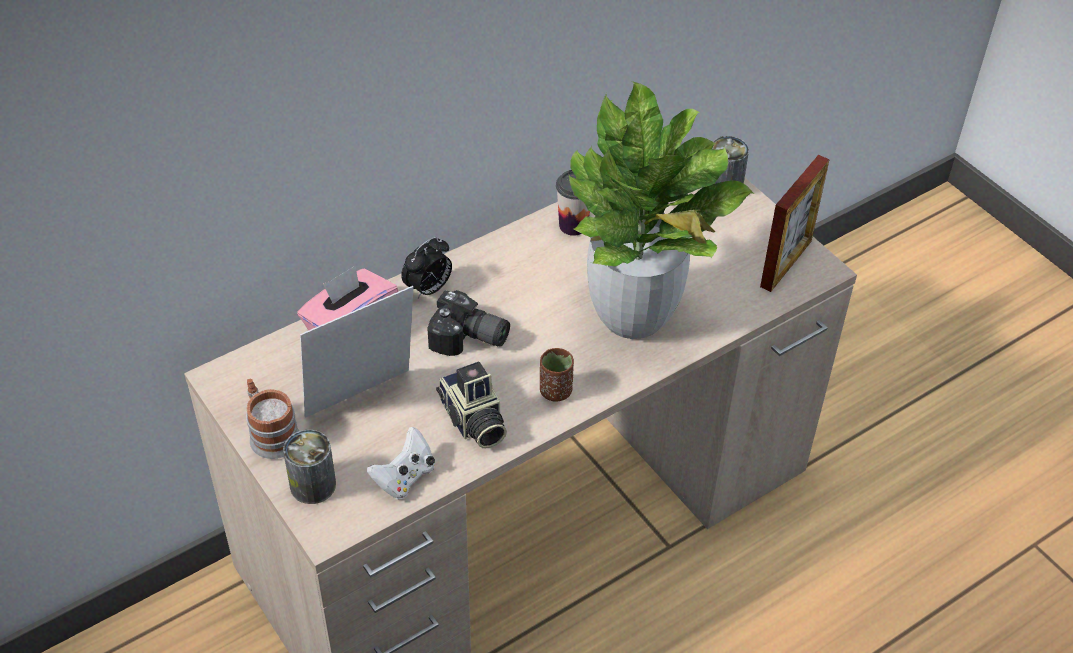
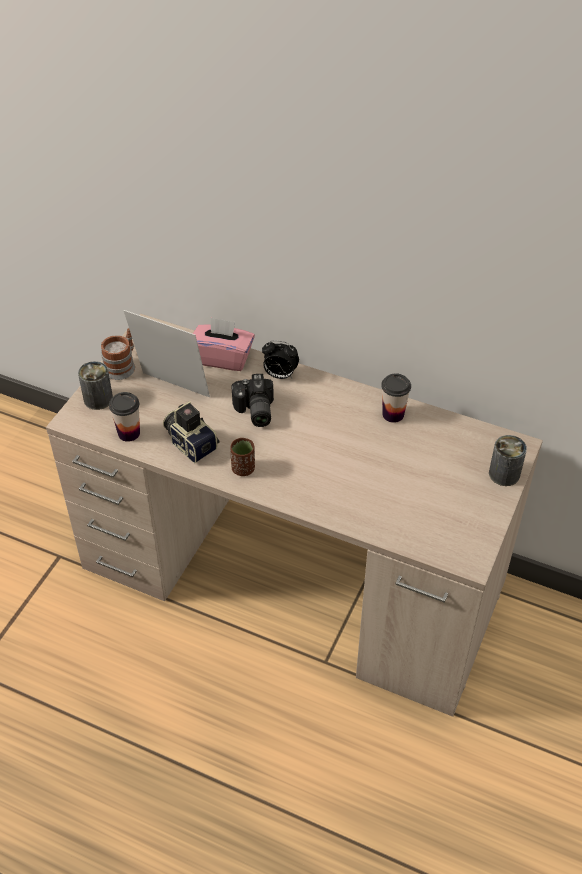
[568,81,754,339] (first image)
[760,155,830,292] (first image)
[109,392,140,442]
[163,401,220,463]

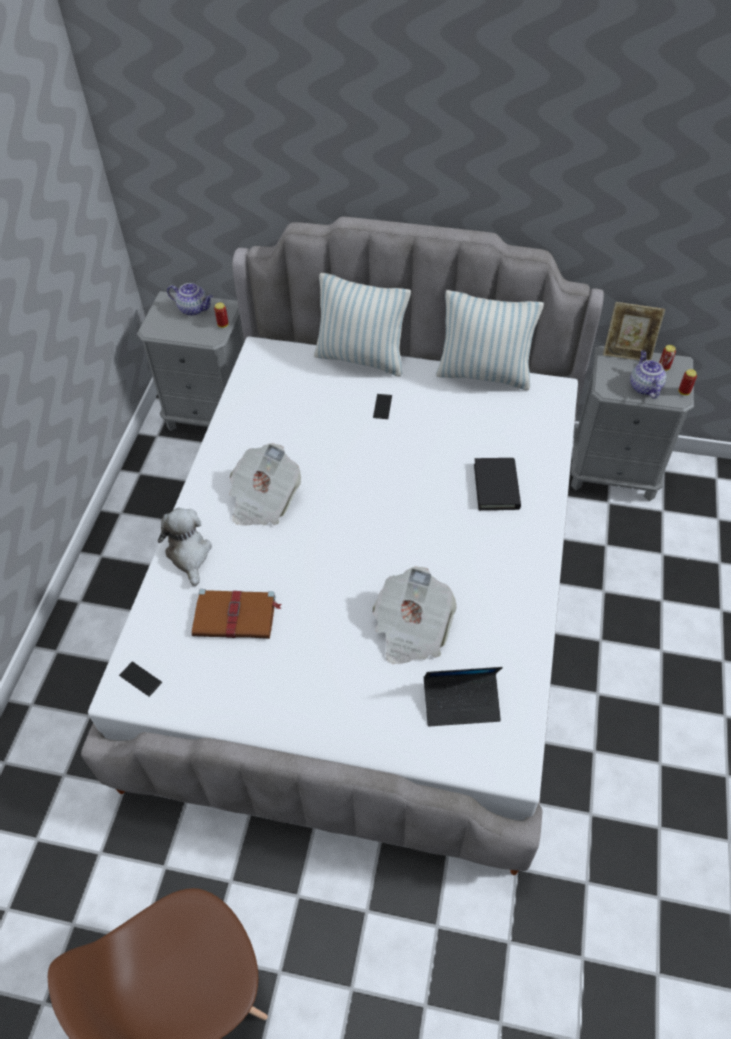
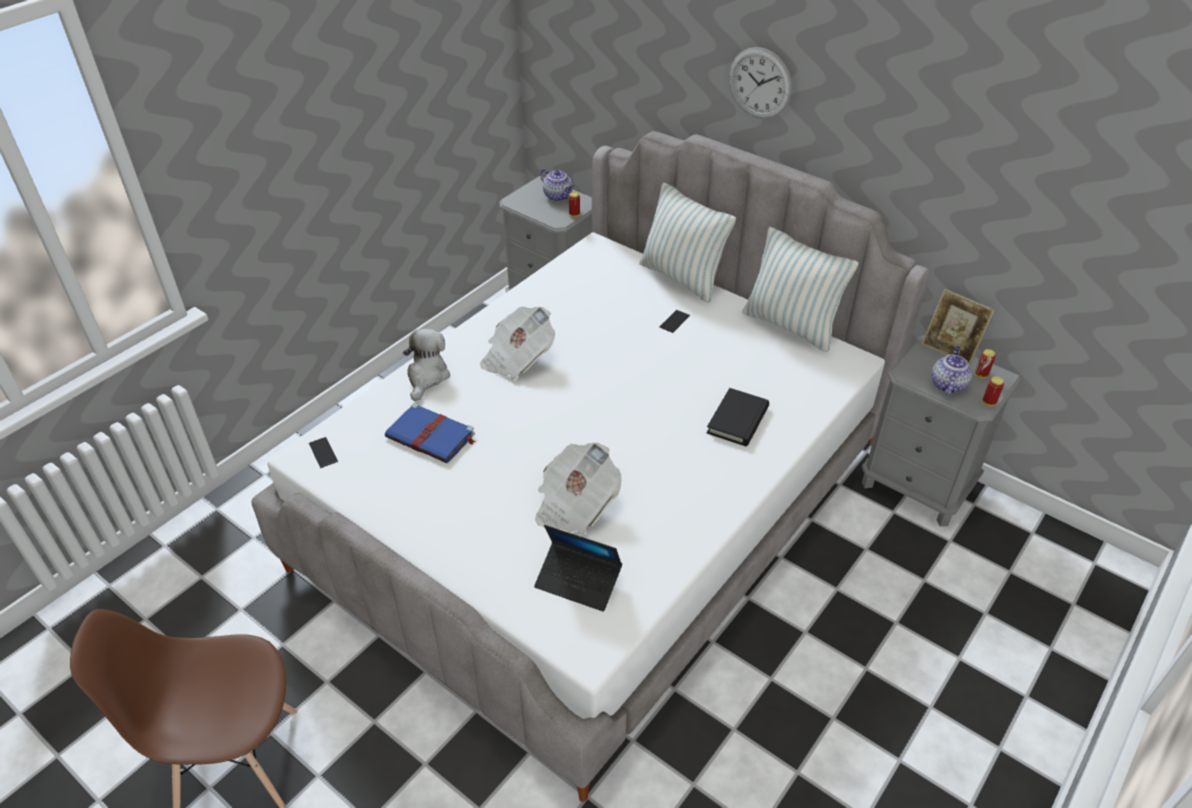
[729,47,792,119]
[385,403,476,463]

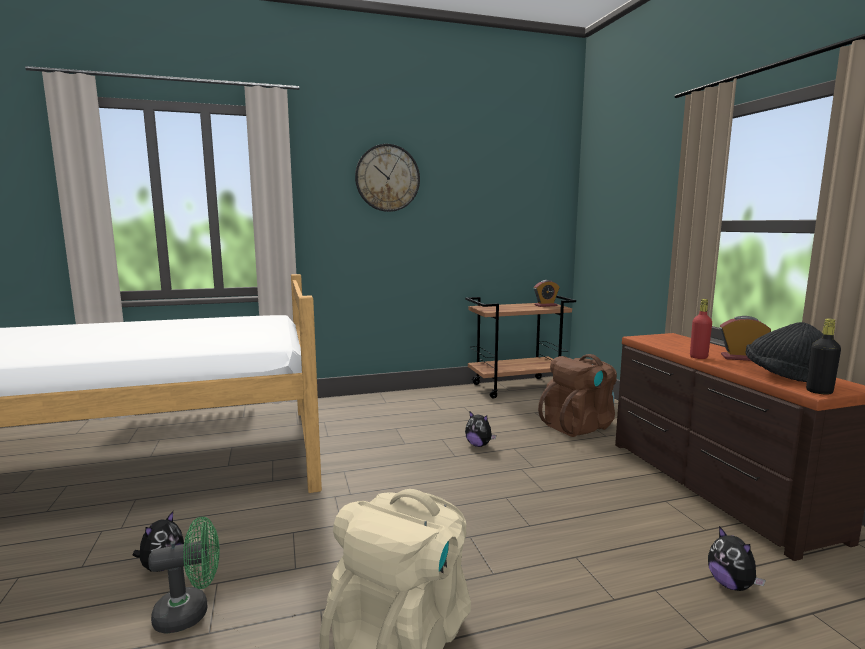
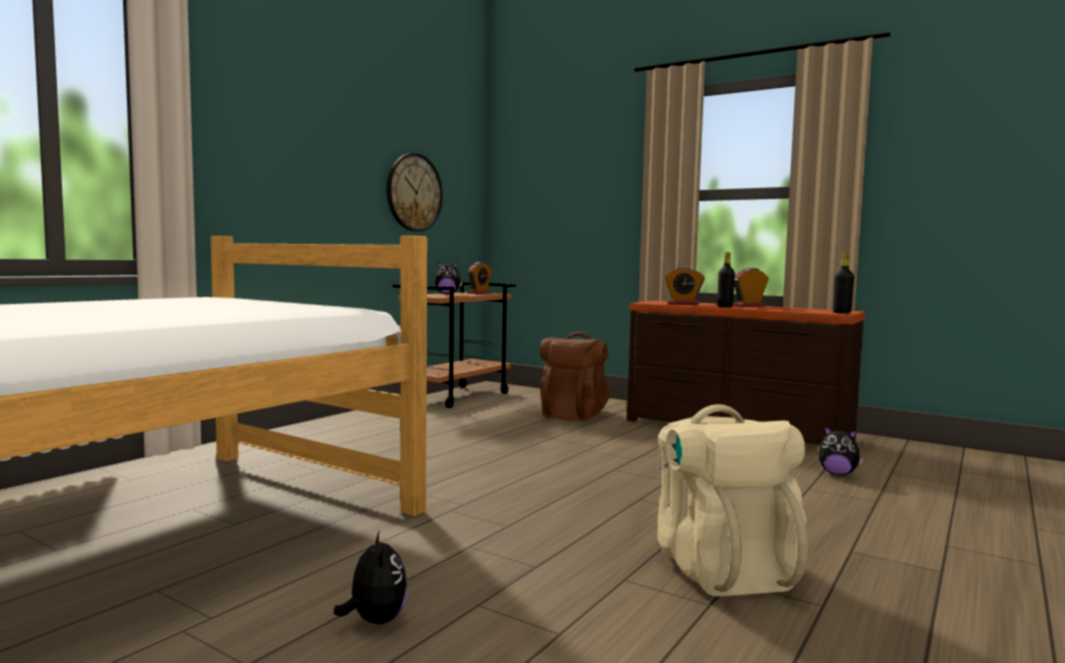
[149,517,220,634] (first image)
[746,322,822,382] (first image)
[665,266,705,305]
[387,153,443,231]
[434,262,463,295]
[717,252,735,308]

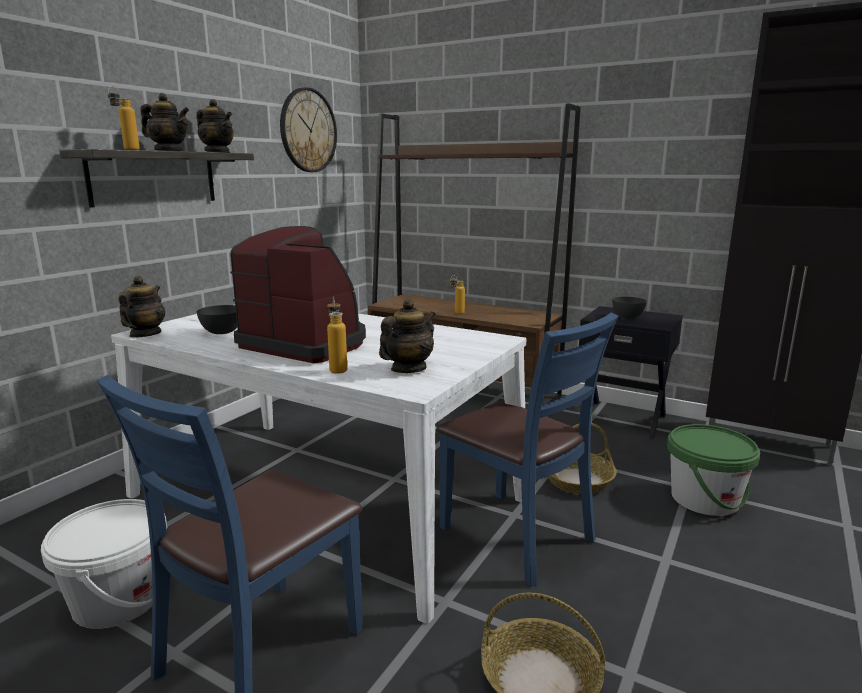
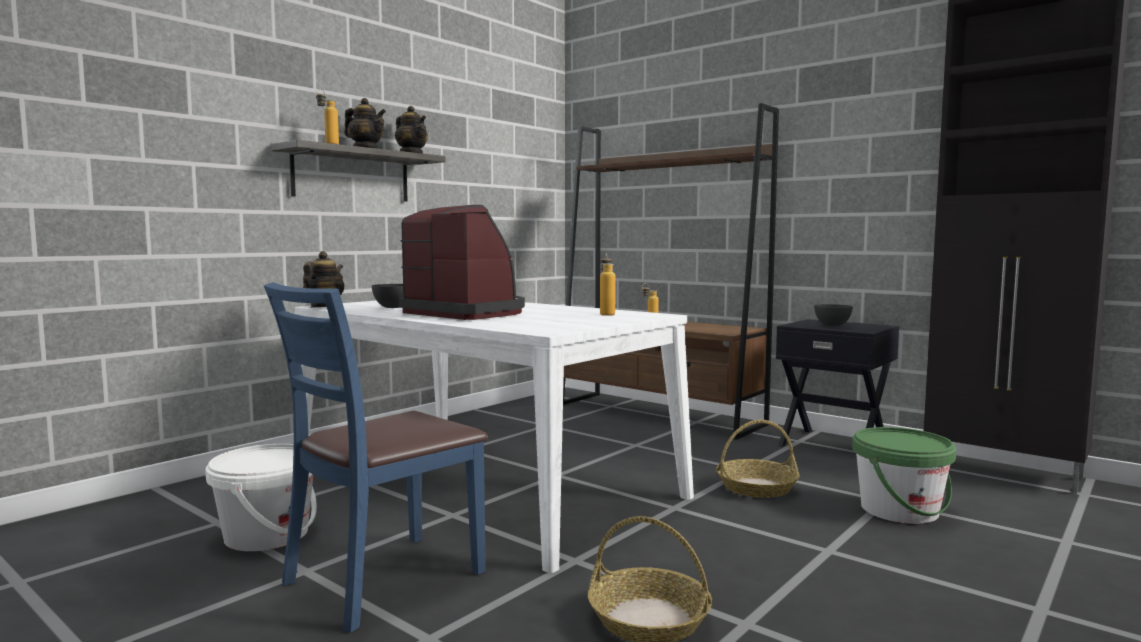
[280,87,337,172] (first image)
[379,299,436,373] (first image)
[437,313,618,587] (first image)
[600,252,616,316]

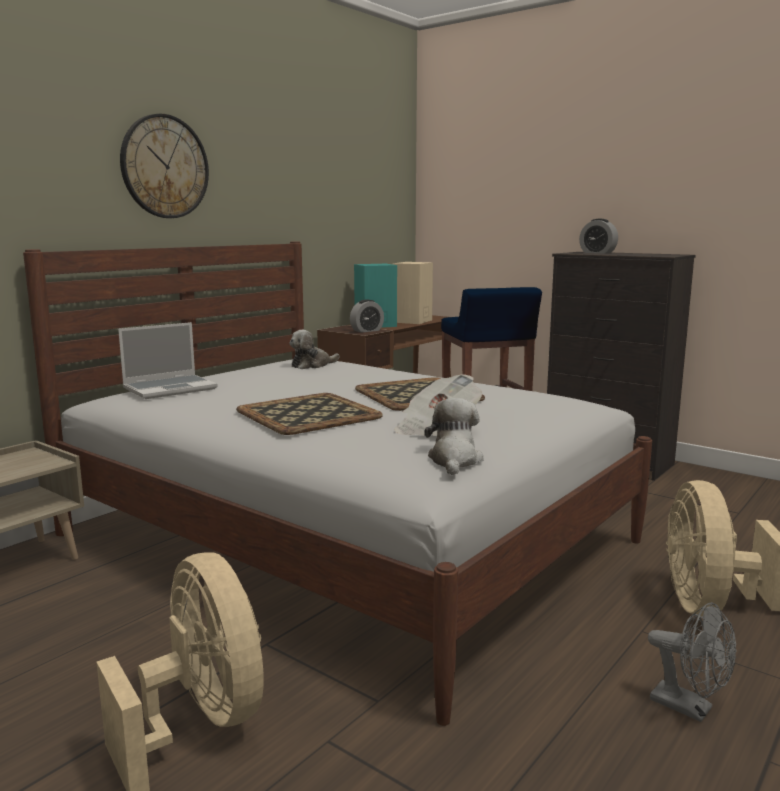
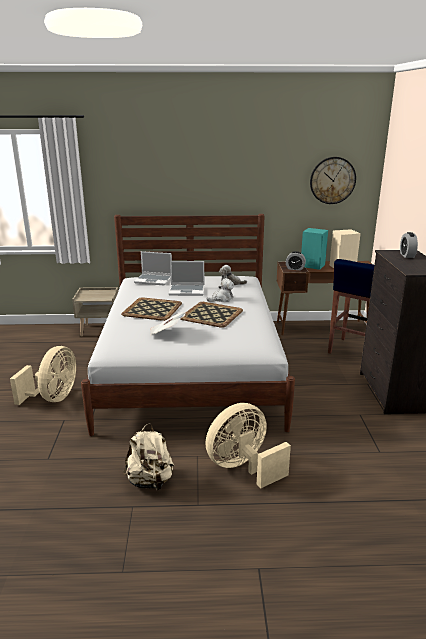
[168,261,204,296]
[310,157,356,204]
[207,278,234,302]
[122,423,174,490]

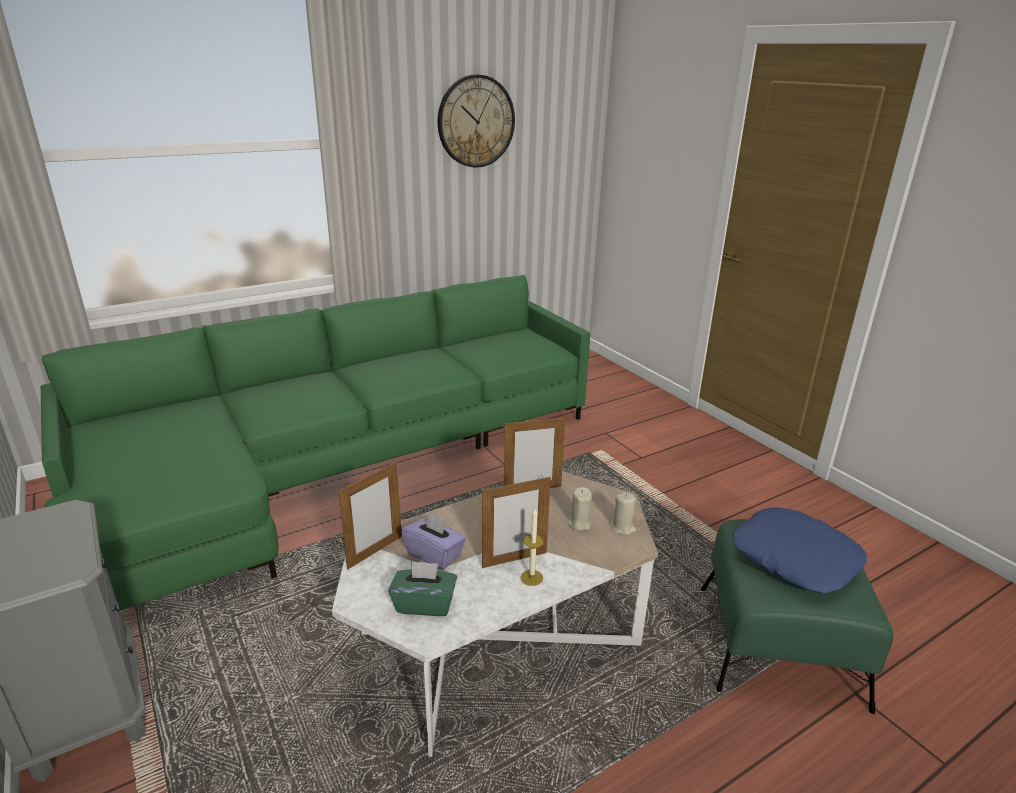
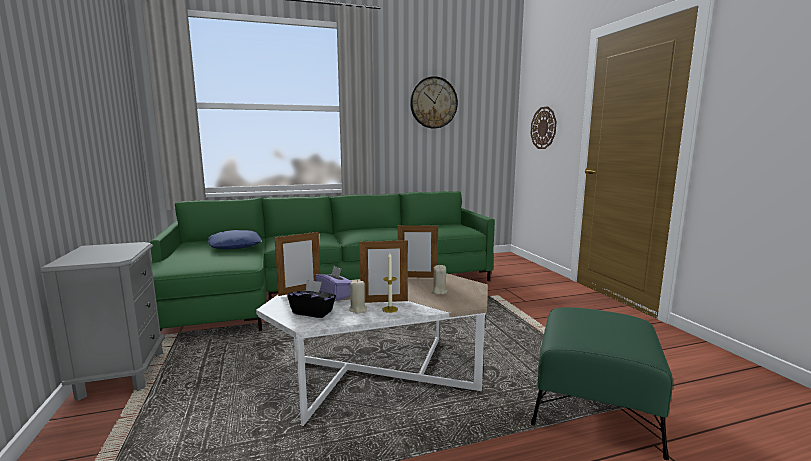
[531,106,557,149]
[349,279,367,314]
[208,230,261,249]
[287,280,336,318]

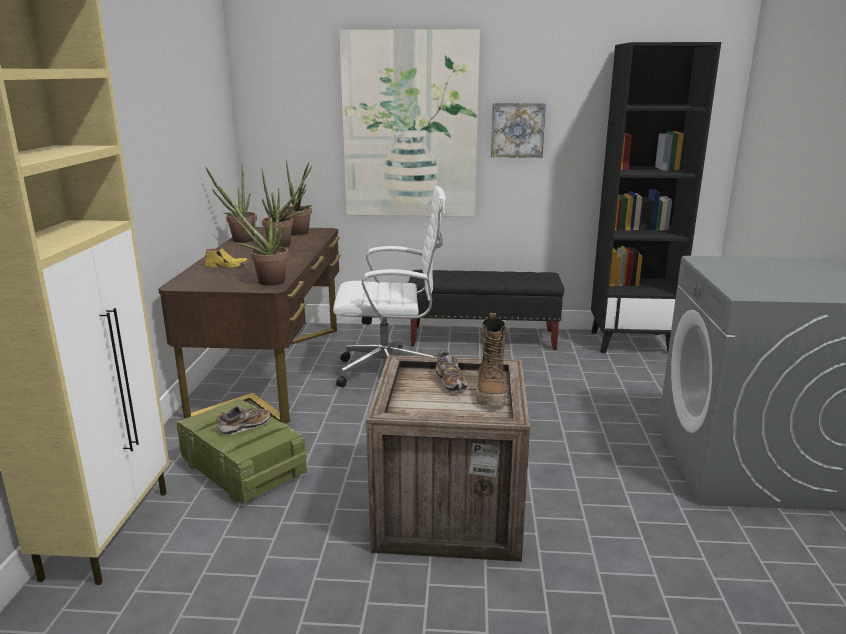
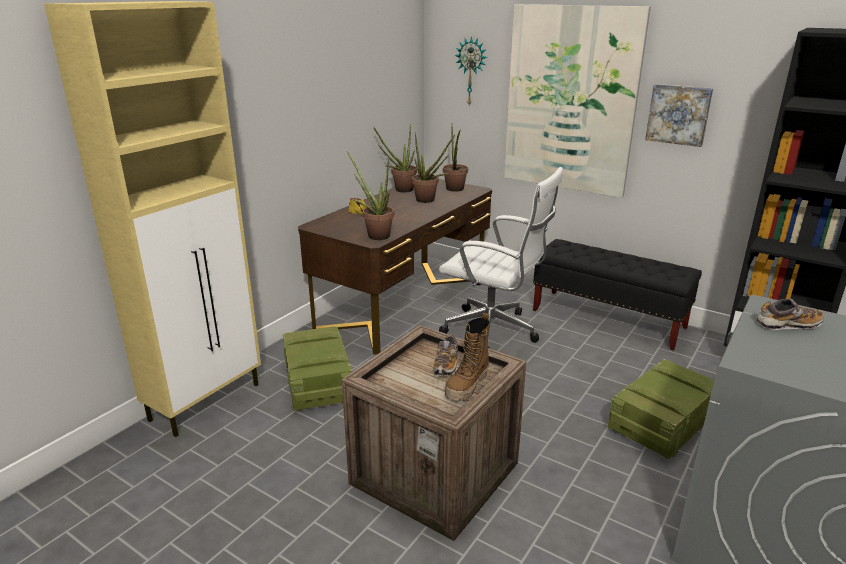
[455,36,487,105]
[608,359,714,459]
[756,298,824,330]

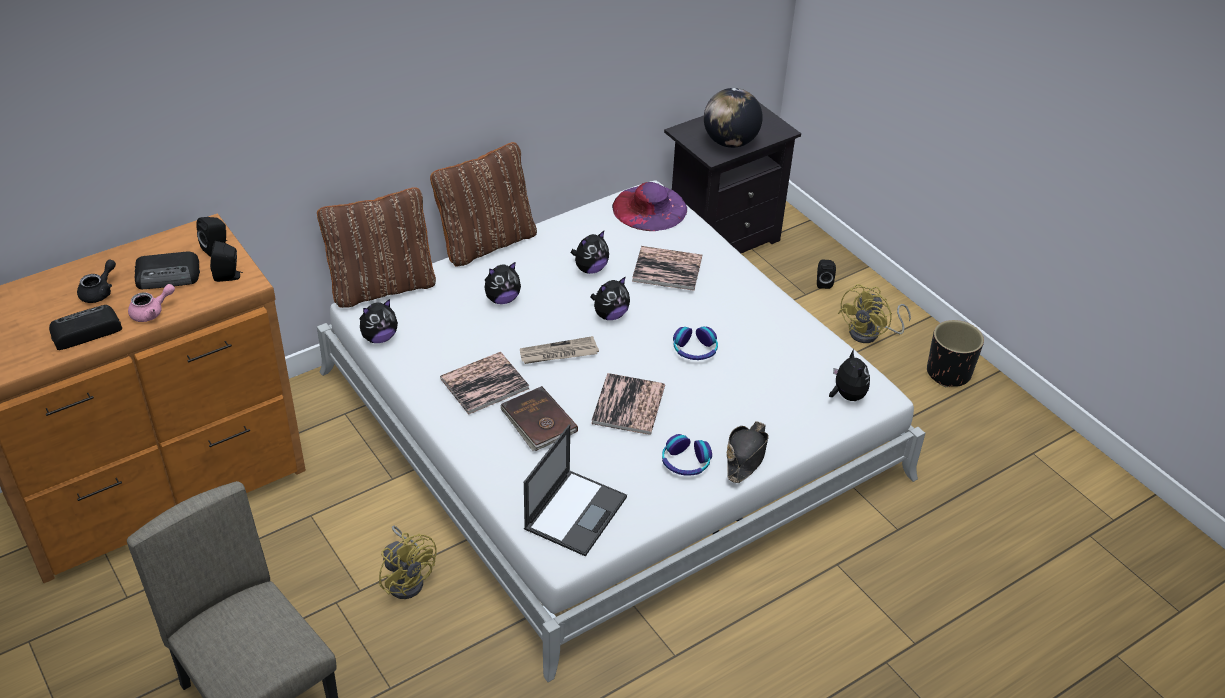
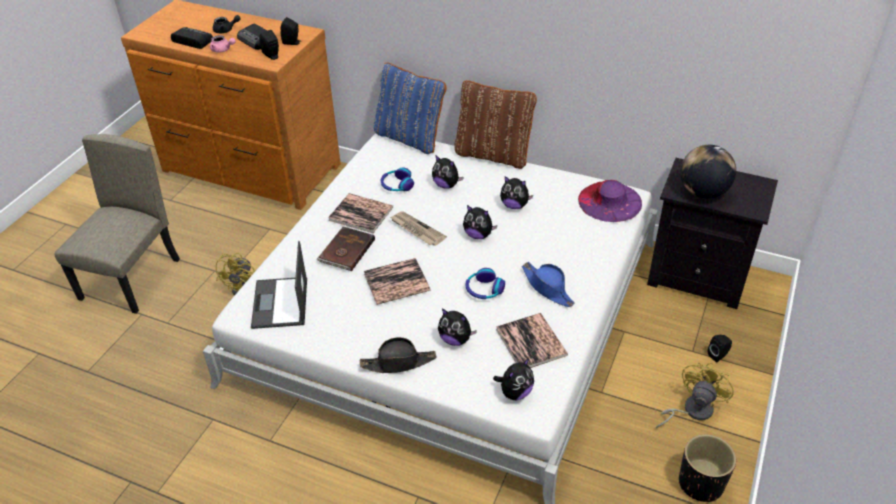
[522,262,575,307]
[438,309,477,346]
[496,313,568,368]
[381,167,414,191]
[374,63,446,154]
[251,241,307,329]
[656,363,734,428]

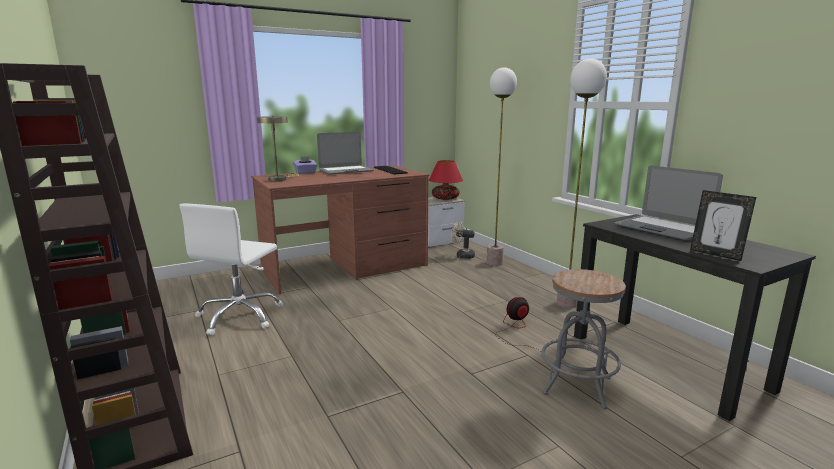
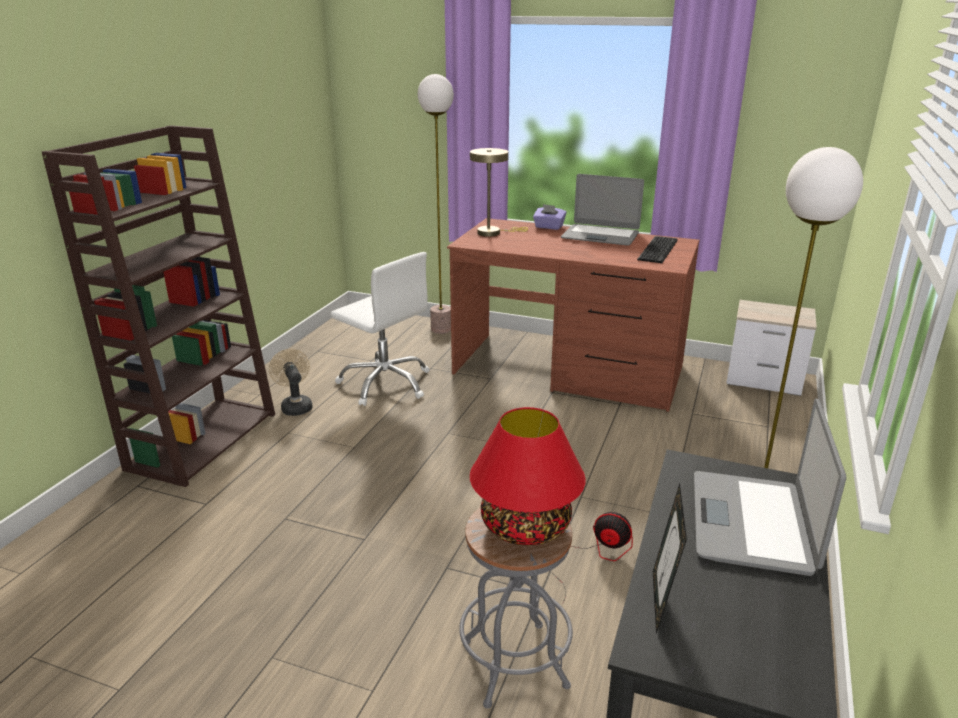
[470,407,586,546]
[269,349,312,416]
[418,74,454,334]
[331,252,430,406]

